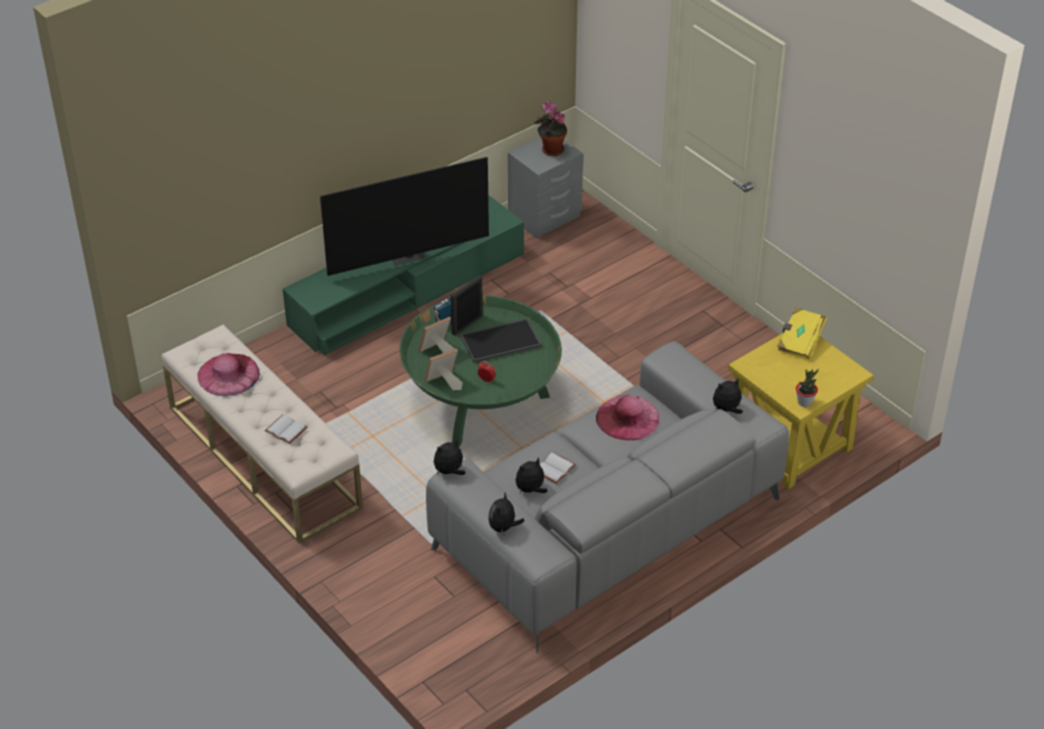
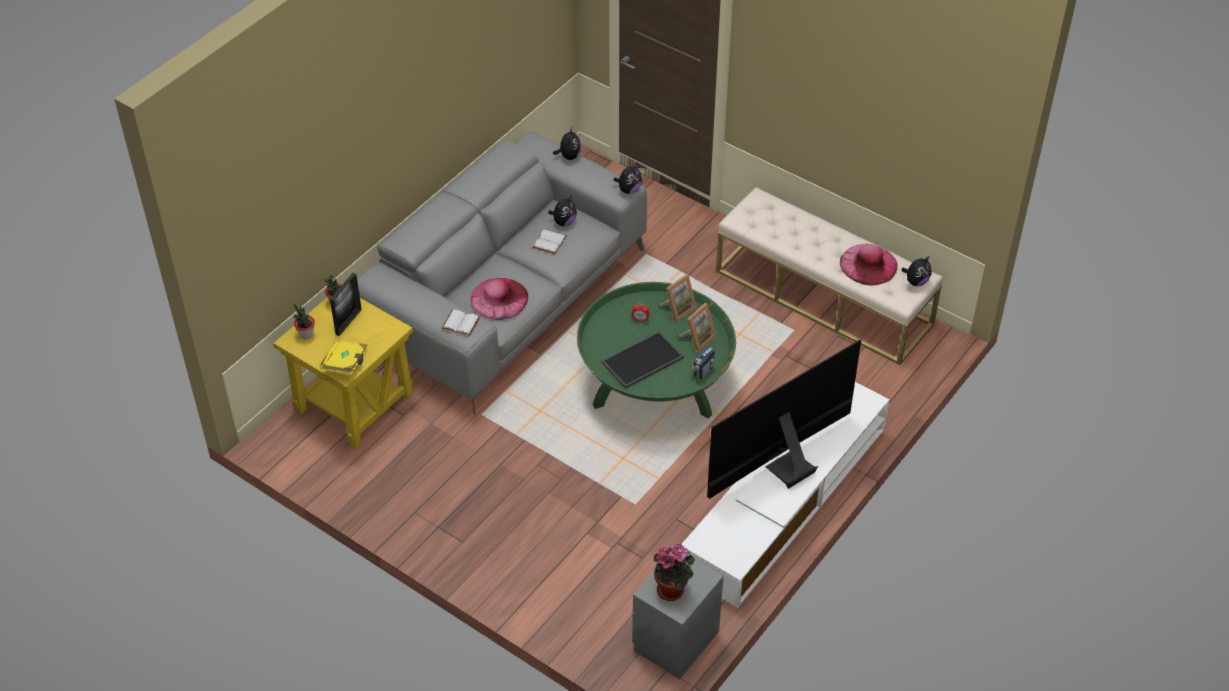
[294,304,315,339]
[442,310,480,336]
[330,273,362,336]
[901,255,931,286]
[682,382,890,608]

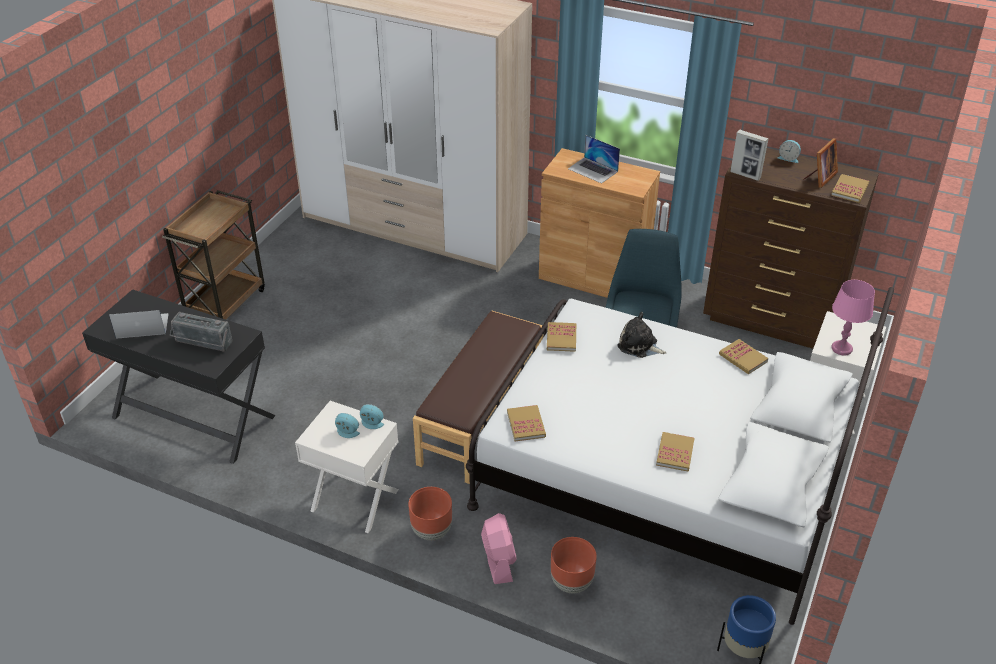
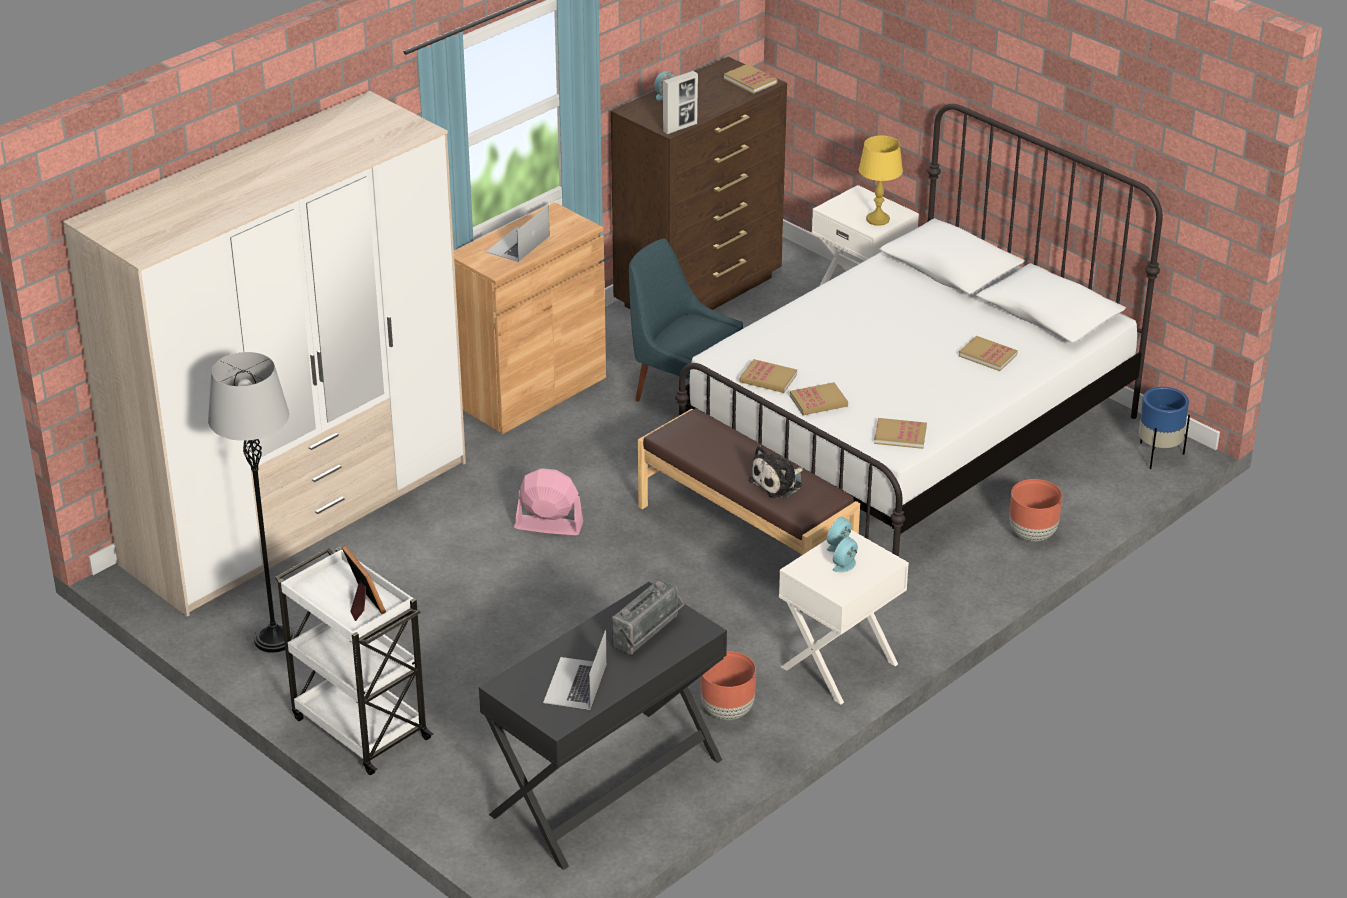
[208,352,295,653]
[700,651,756,720]
[514,468,583,535]
[749,446,803,498]
[790,382,848,415]
[342,546,386,621]
[275,547,433,775]
[859,136,903,226]
[486,205,550,262]

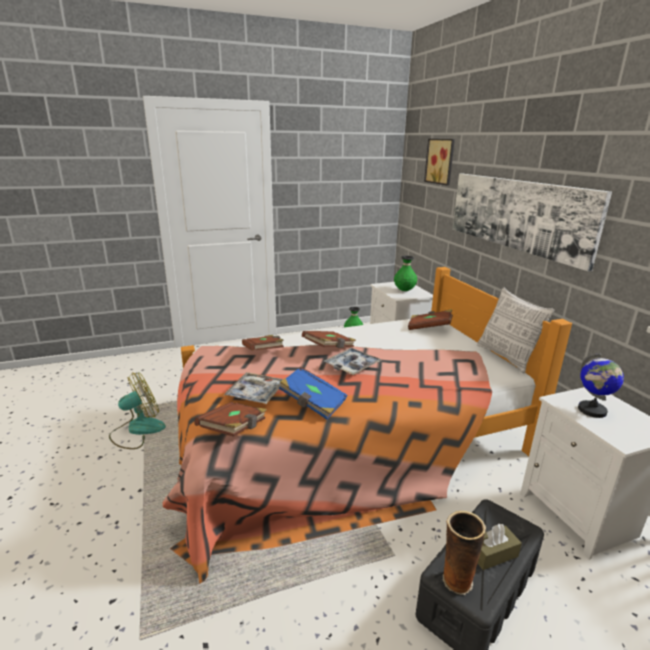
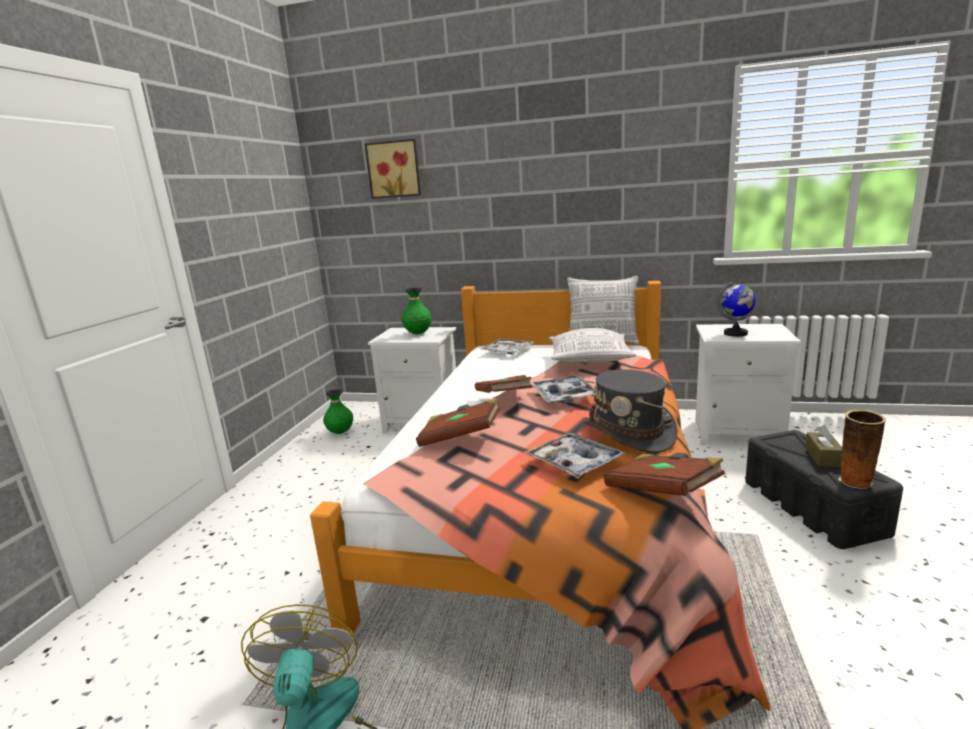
[452,174,612,271] (first image)
[549,328,636,363]
[584,369,678,453]
[481,339,534,354]

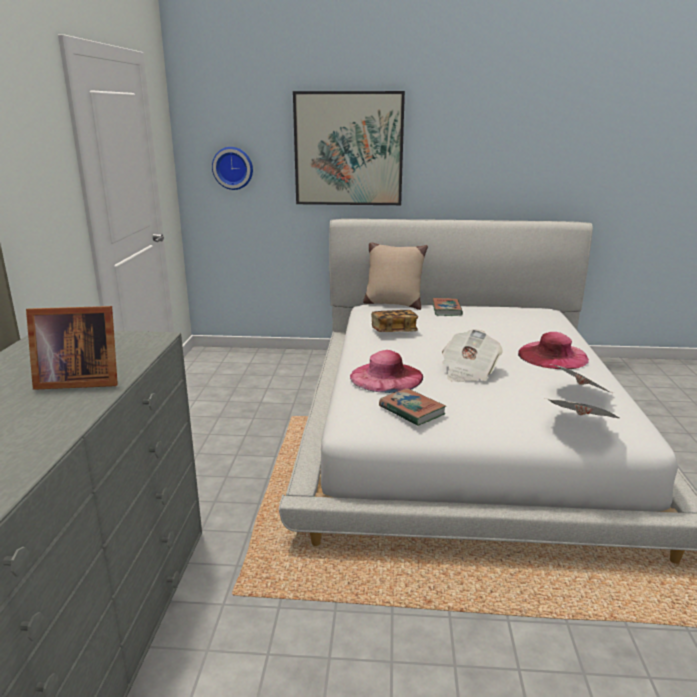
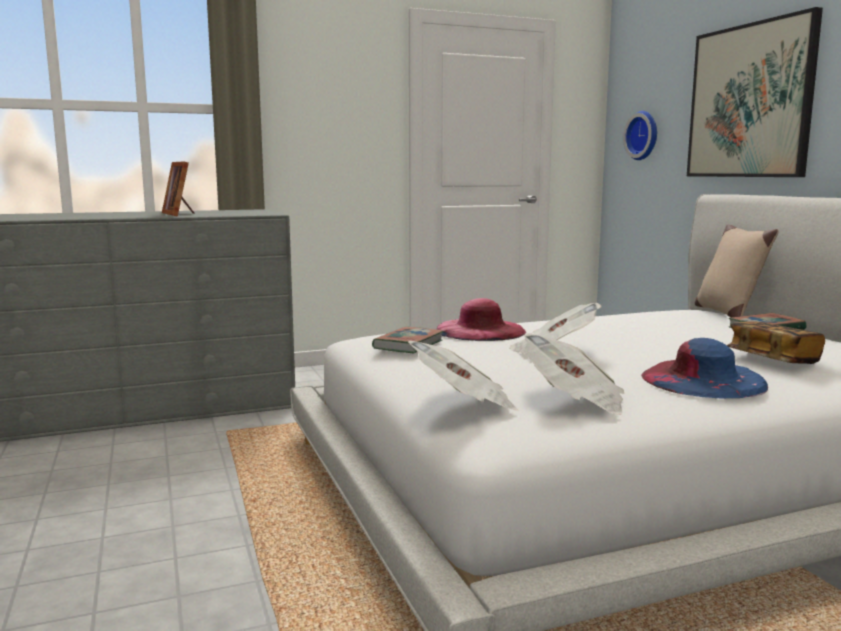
[727,321,825,364]
[641,338,768,399]

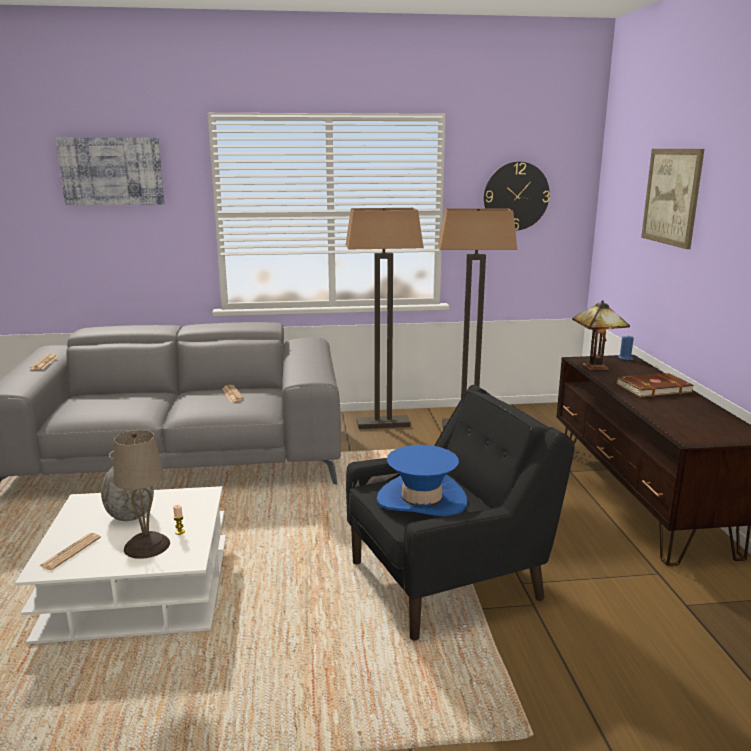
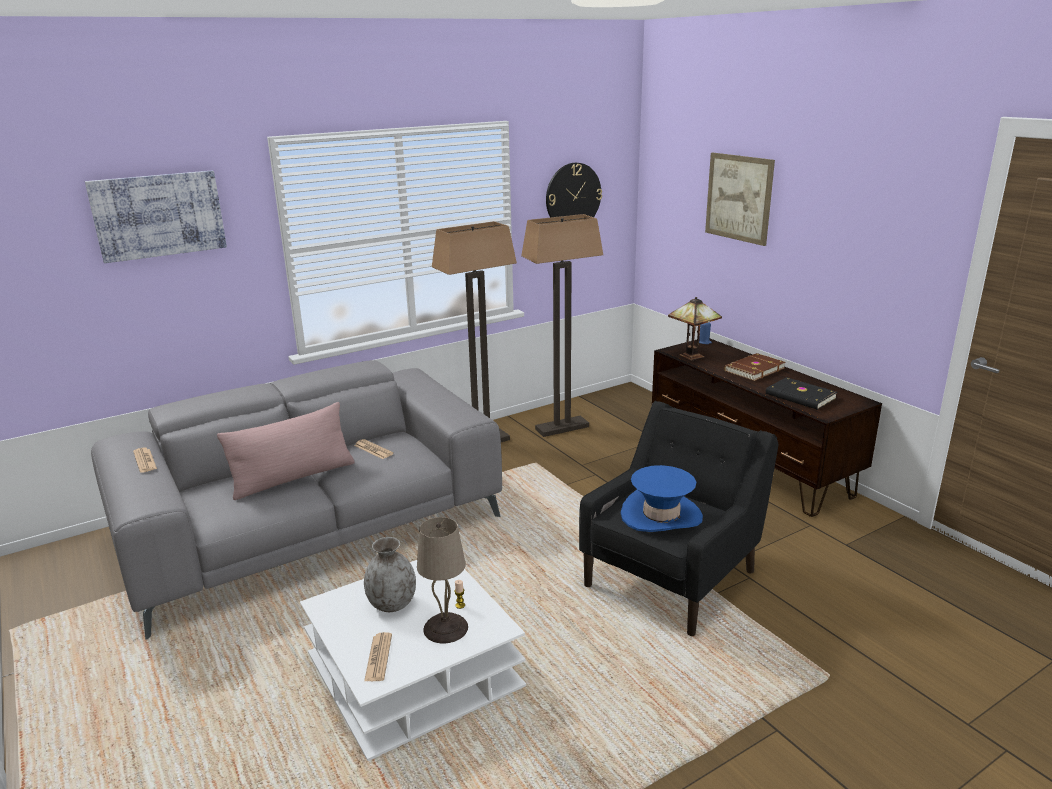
[217,402,354,500]
[766,377,837,410]

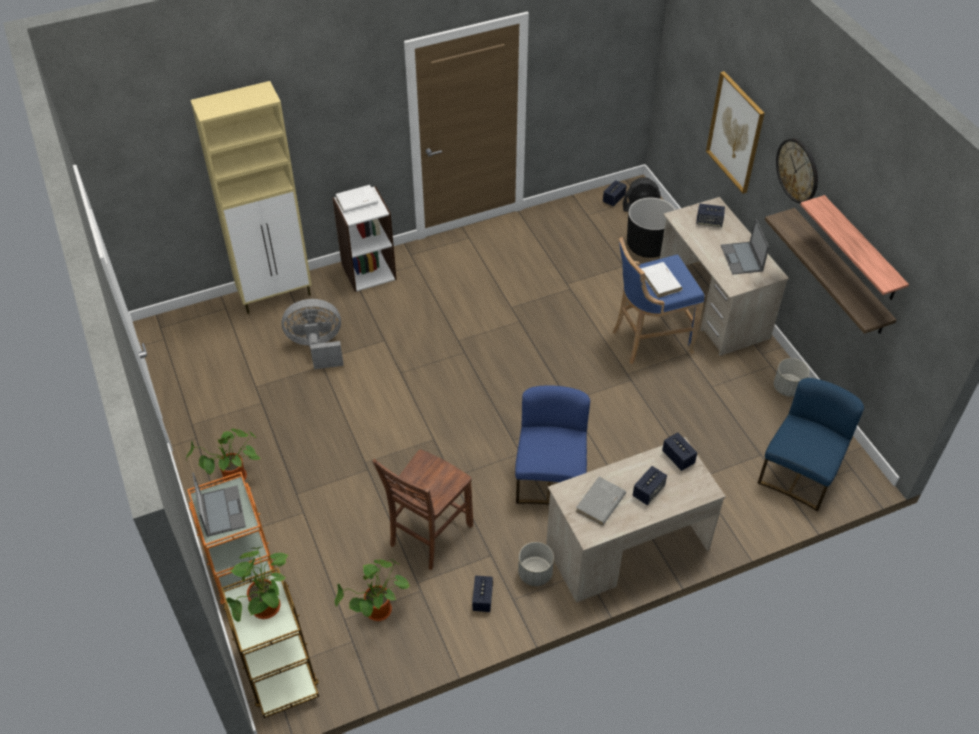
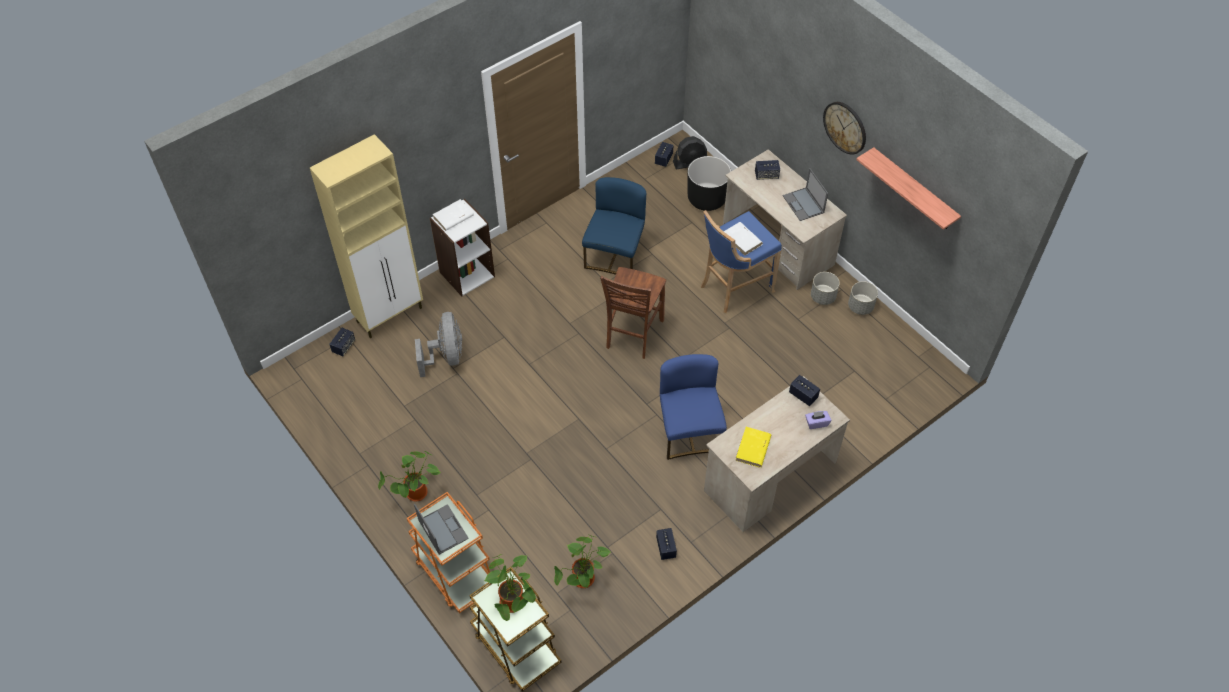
[706,71,765,194] (first image)
[765,208,897,334] (first image)
[805,411,831,429]
[600,267,666,359]
[811,272,840,305]
[329,328,355,356]
[582,177,646,275]
[735,427,771,467]
[415,312,462,377]

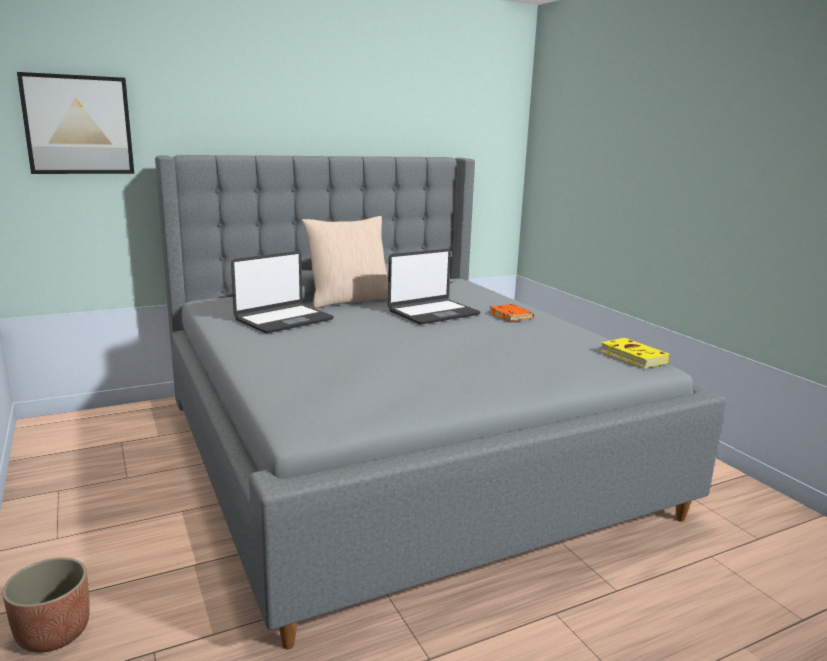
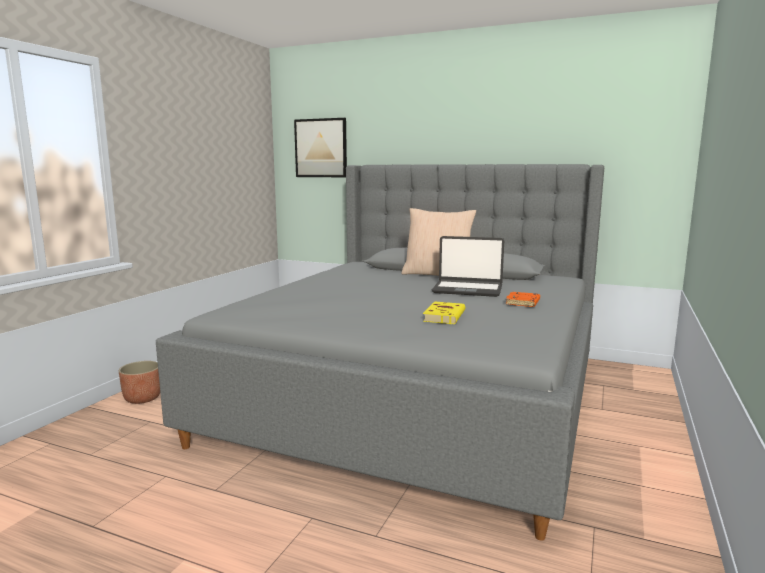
[231,251,334,333] (first image)
[423,301,465,324]

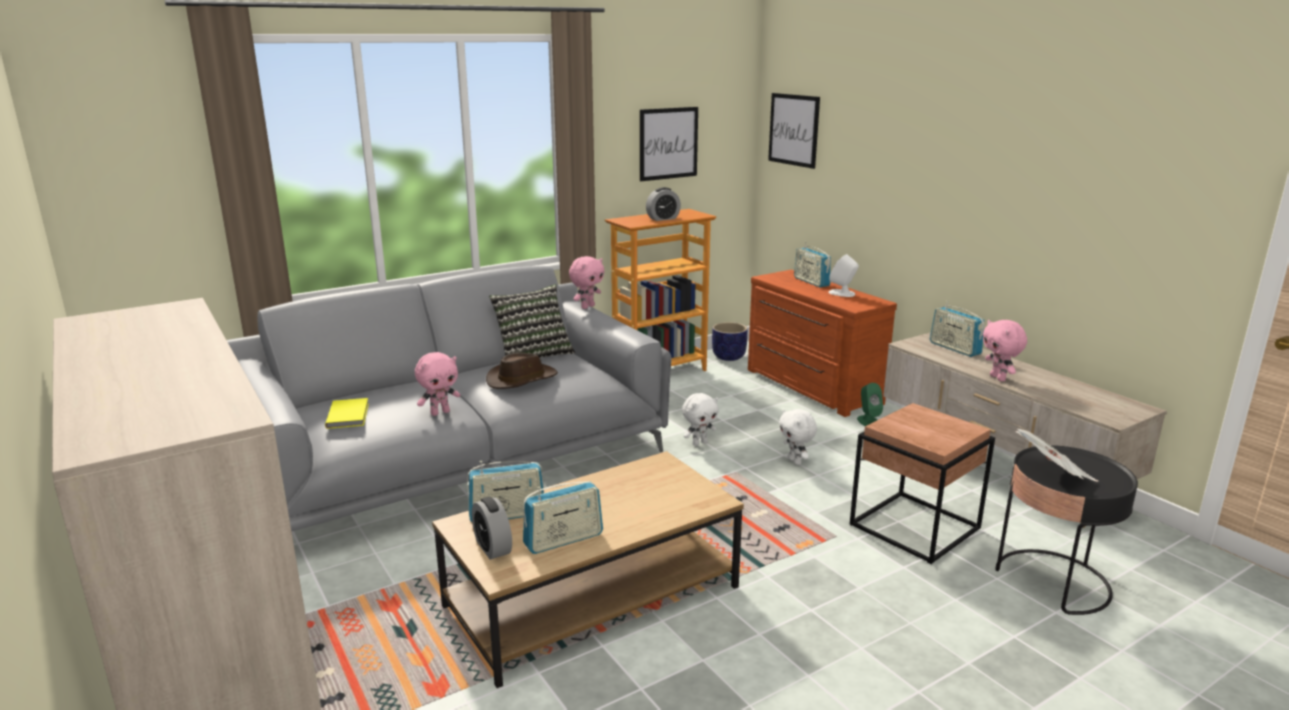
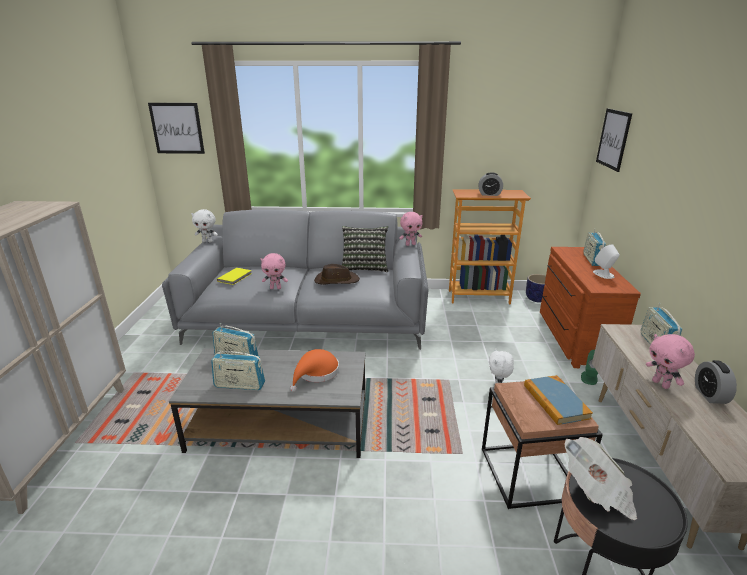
[290,349,339,392]
[524,375,593,425]
[695,360,737,404]
[148,103,205,154]
[191,209,218,242]
[169,348,366,458]
[646,334,695,389]

